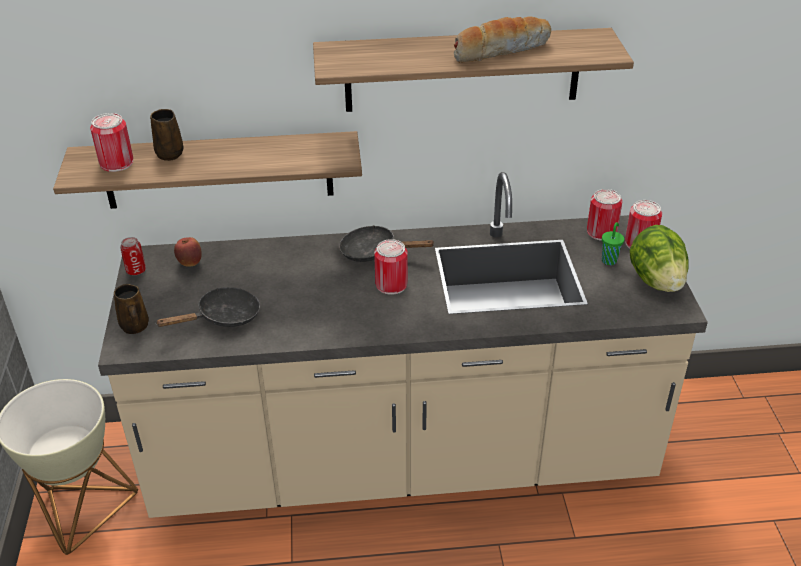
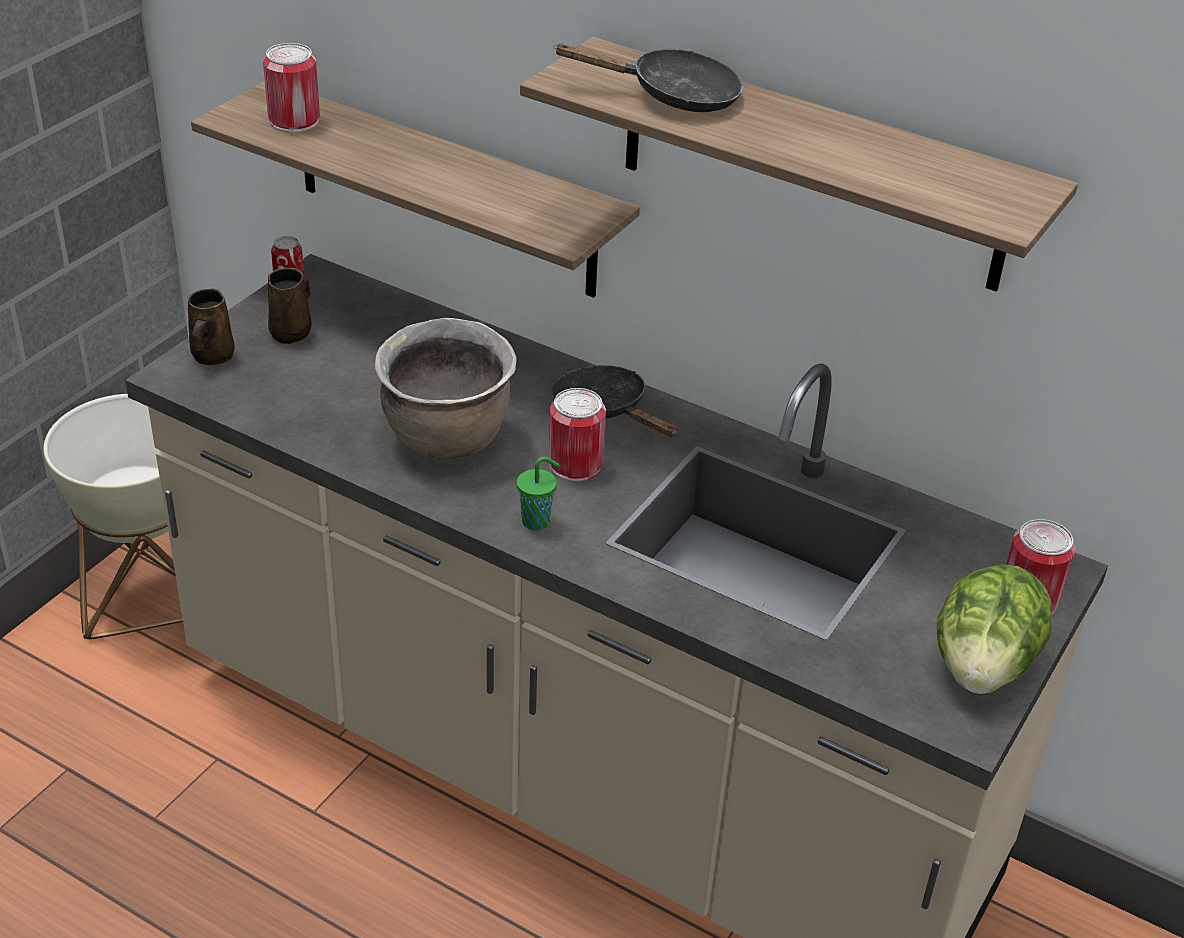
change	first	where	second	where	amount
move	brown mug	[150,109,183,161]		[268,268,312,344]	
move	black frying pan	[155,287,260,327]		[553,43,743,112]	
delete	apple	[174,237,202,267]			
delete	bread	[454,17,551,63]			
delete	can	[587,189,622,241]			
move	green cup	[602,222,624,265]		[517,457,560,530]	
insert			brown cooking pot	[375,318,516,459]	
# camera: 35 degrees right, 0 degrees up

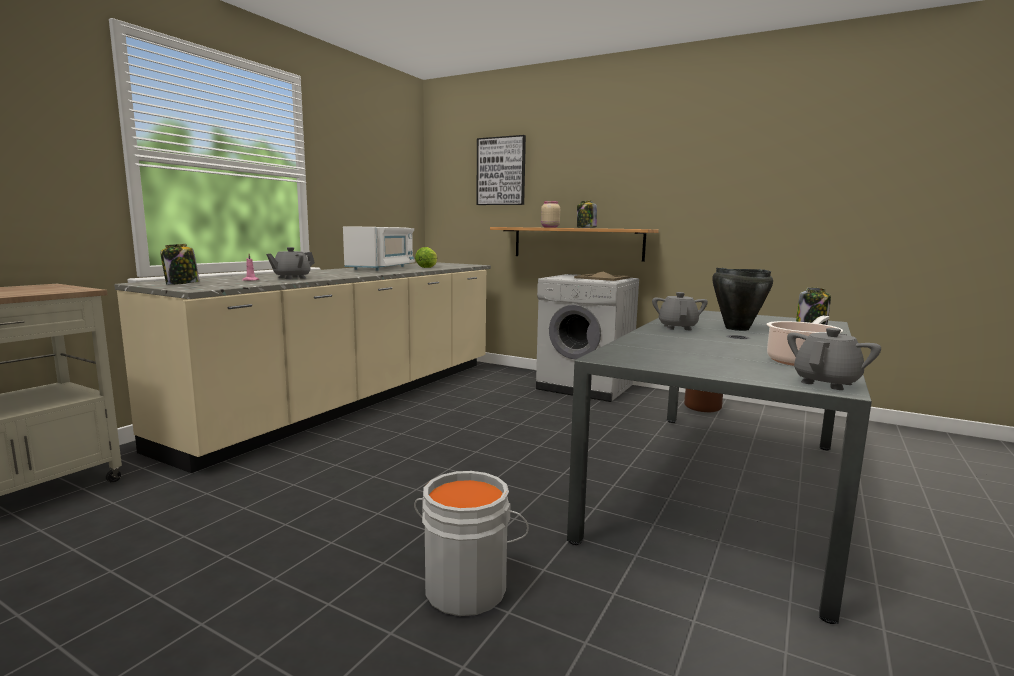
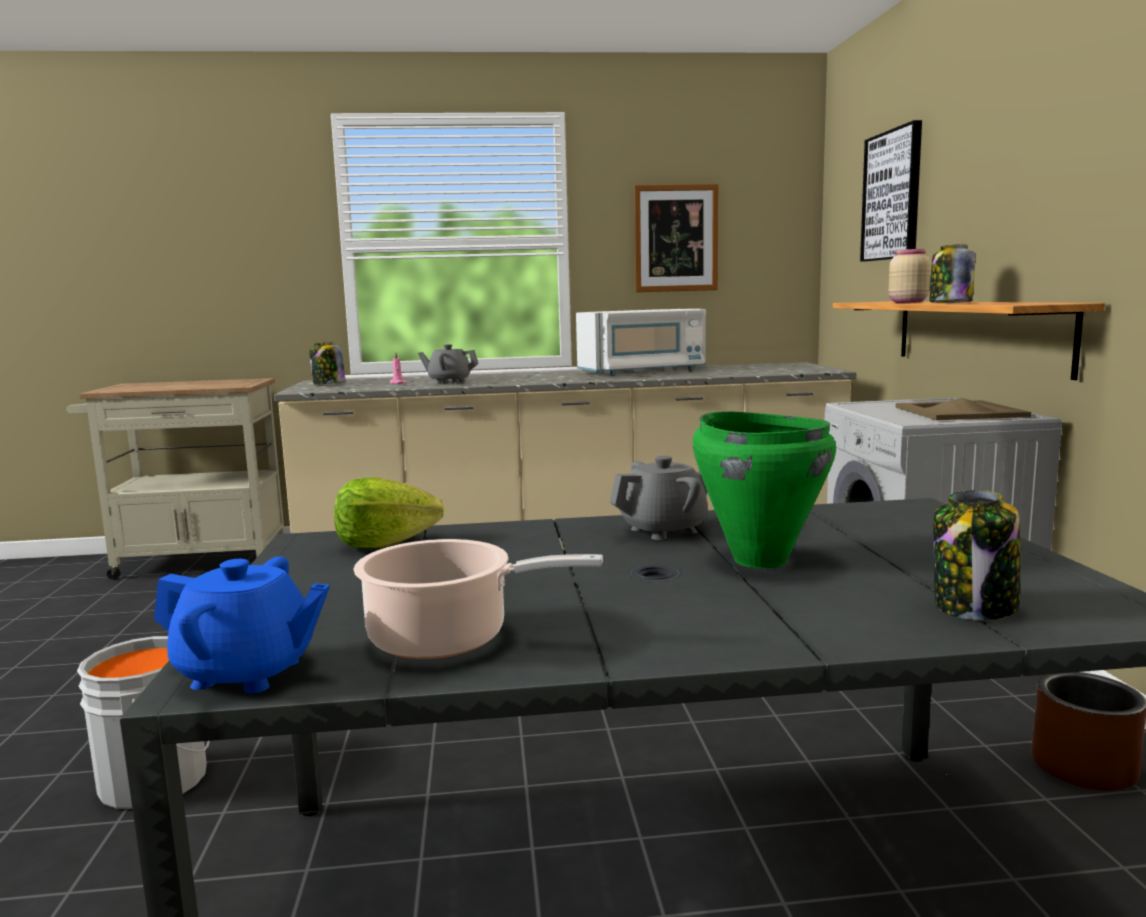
change	first	where	second	where	amount
move	lettuce	[415,247,437,268]		[334,477,445,548]	
recolor	black cooking pot	[712,268,773,331]	green cooking pot	[692,411,836,568]	
recolor	grey teapot	[787,328,881,390]	blue teapot	[154,556,330,694]	
insert			picture	[634,184,718,292]	
# camera: 55 degrees right, 0 degrees up

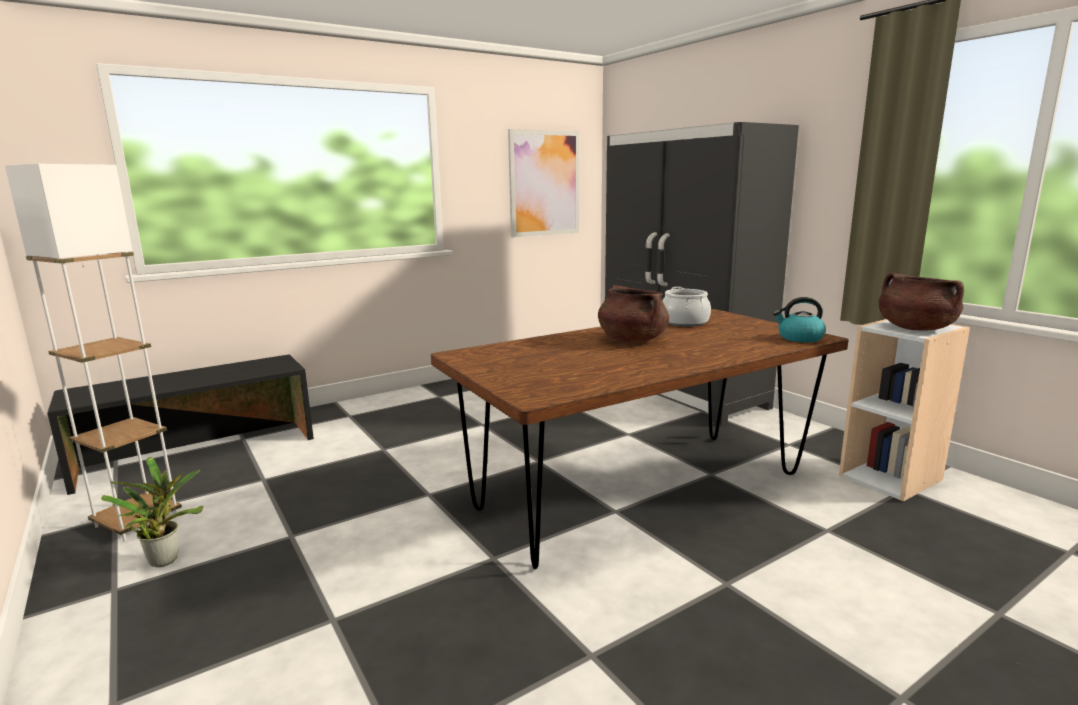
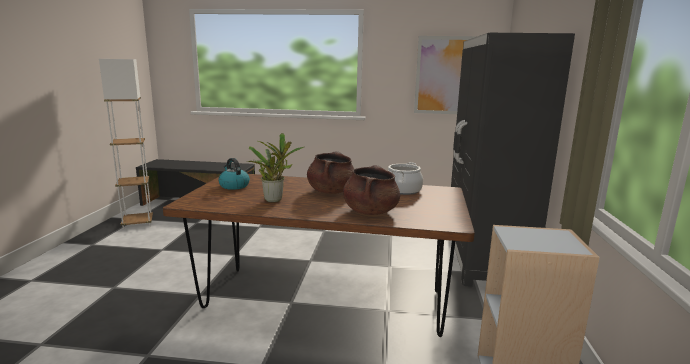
change	first	where	second	where	amount
move	potted plant	[101,457,203,567]		[247,133,304,202]	
move	kettle	[773,297,826,342]		[219,158,250,190]	
move	brown cooking pot	[879,273,964,330]		[343,165,400,215]	
# camera: 40 degrees right, 0 degrees up

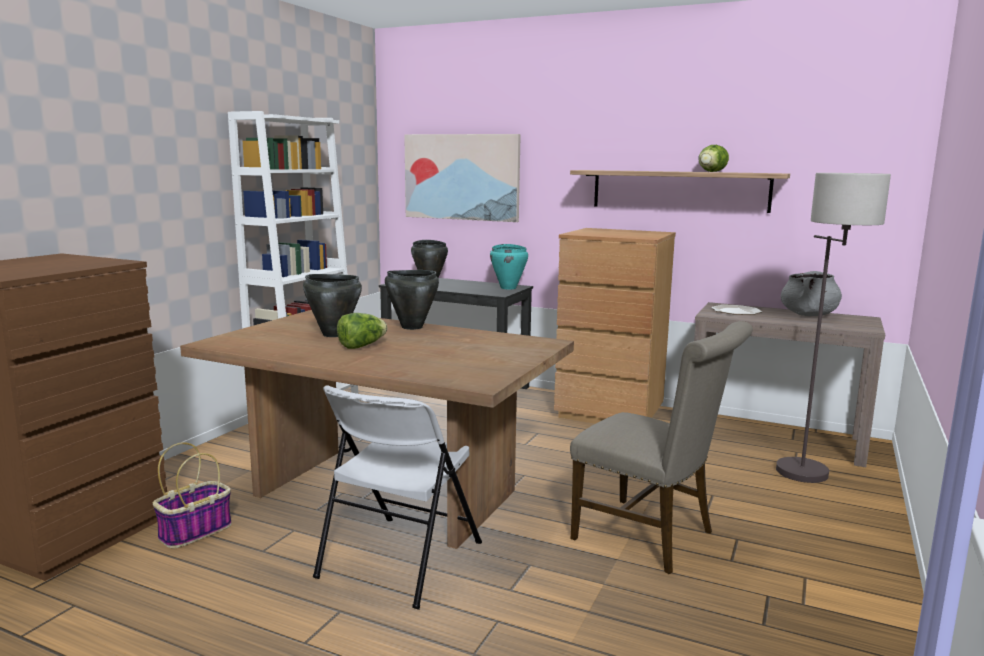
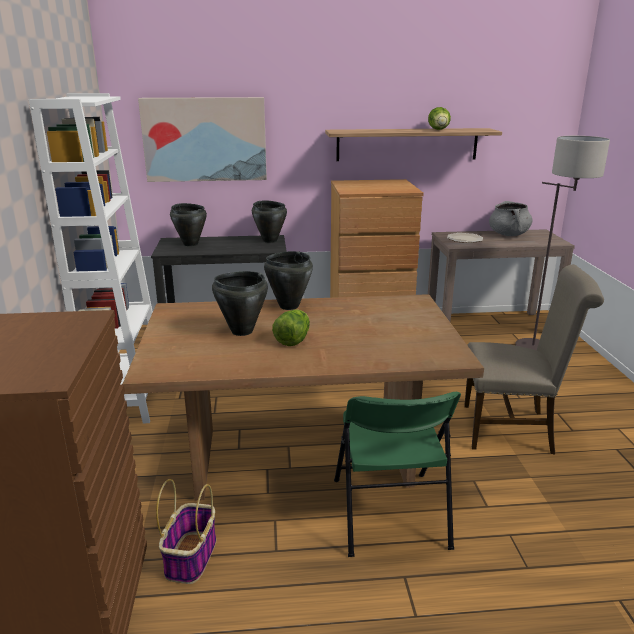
change	first	where	second	where	amount
recolor	white chair	[313,385,482,610]	green chair	[334,392,461,557]	
recolor	turquoise cooking pot	[490,244,528,289]	black cooking pot	[252,200,287,243]	
# camera: 30 degrees left, 10 degrees up

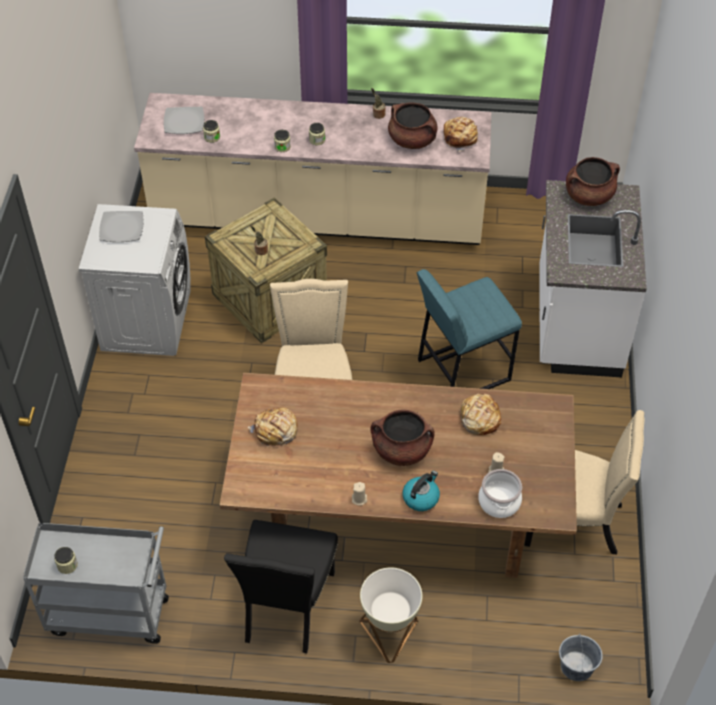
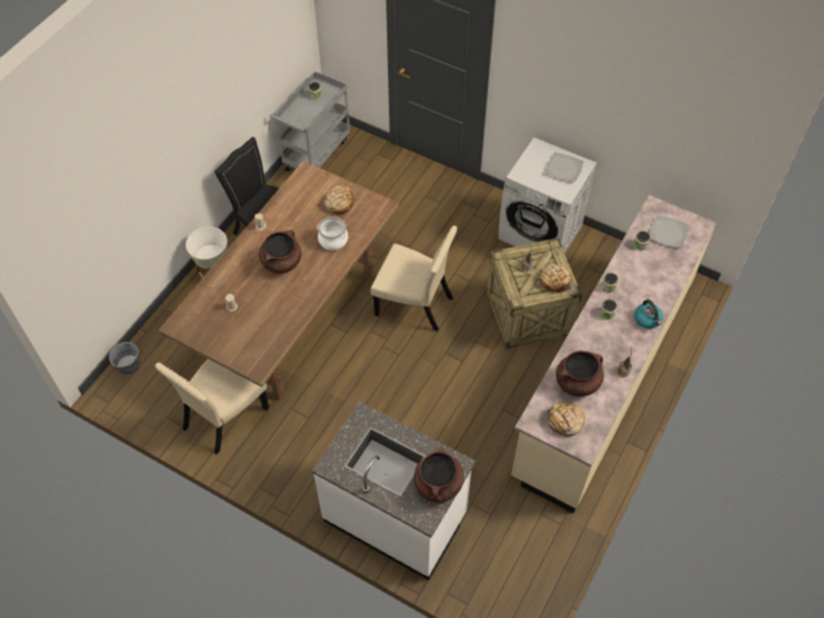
change	first	where	second	where	amount
move	kettle	[403,471,440,511]		[634,299,663,329]	
delete	blue stool	[417,269,522,389]			
move	bread	[459,393,501,435]		[540,264,574,293]	
move	cooking pot	[478,469,522,518]		[317,216,348,250]	
# camera: 115 degrees right, 5 degrees up

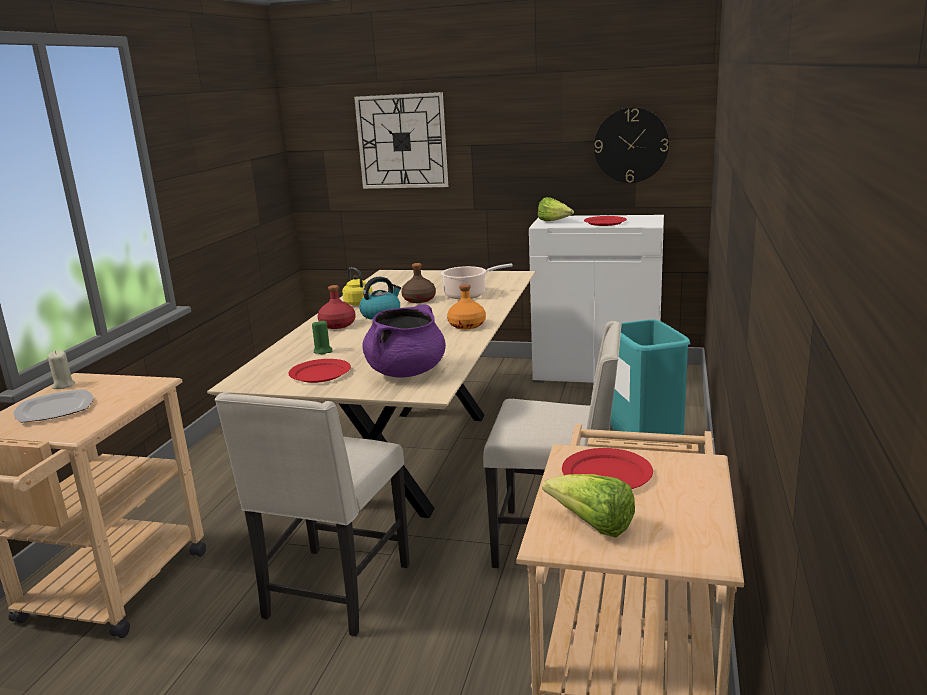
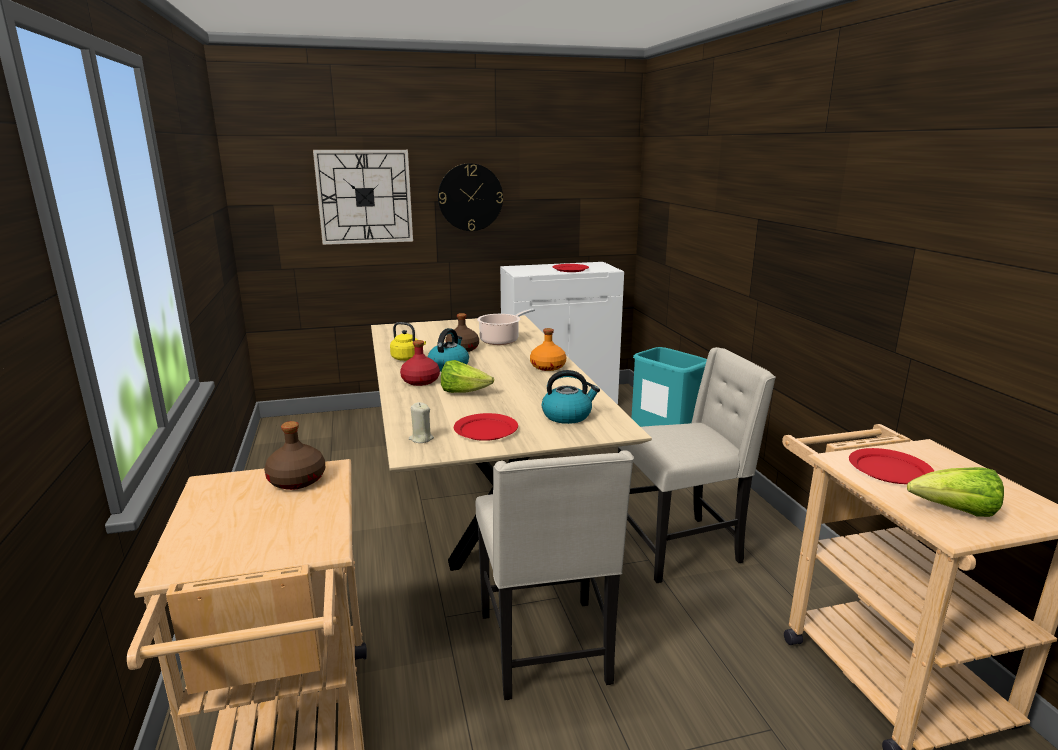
change	first	where	second	where	amount
delete	plate	[13,389,93,423]			
move	beige candle	[47,350,75,389]		[409,402,434,443]	
delete	green candle	[312,320,332,354]			
replace	purple cooking pot	[362,304,446,377]	kettle	[542,370,600,424]	
move	lettuce	[538,197,574,221]		[441,360,494,393]	
move	wall clock	[594,107,669,183]		[438,163,503,231]	
insert			brown bottle	[264,421,325,490]	
# camera: 30 degrees left, 0 degrees up

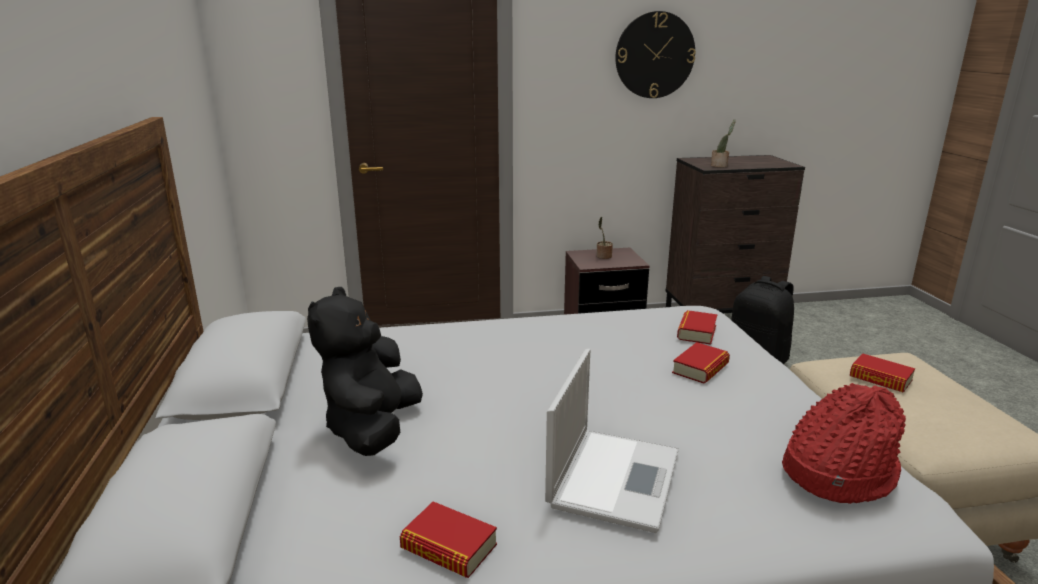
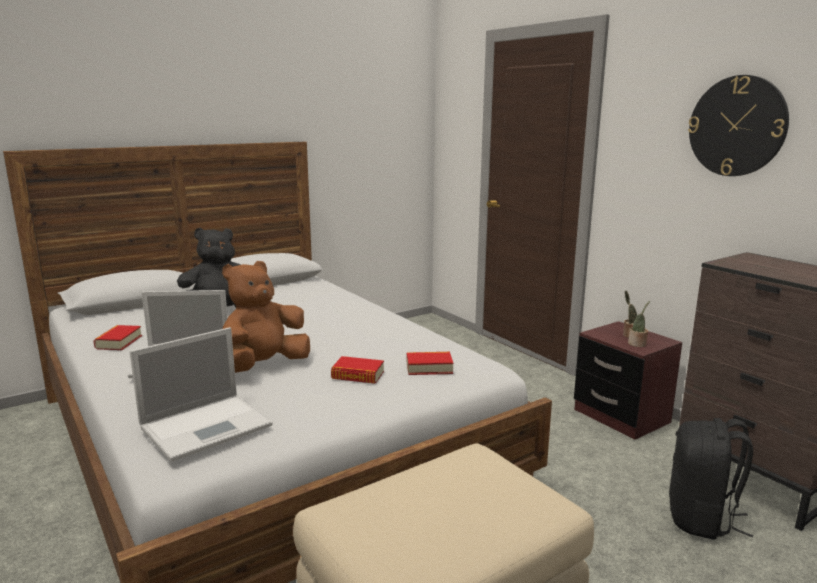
change	first	where	second	where	amount
move	potted plant	[711,119,736,167]		[628,301,650,347]	
replace	red hat	[782,383,906,504]	laptop	[130,327,273,462]	
delete	book	[850,353,915,393]			
insert			brown plush toy	[222,261,310,373]	
# camera: 65 degrees right, 5 degrees down

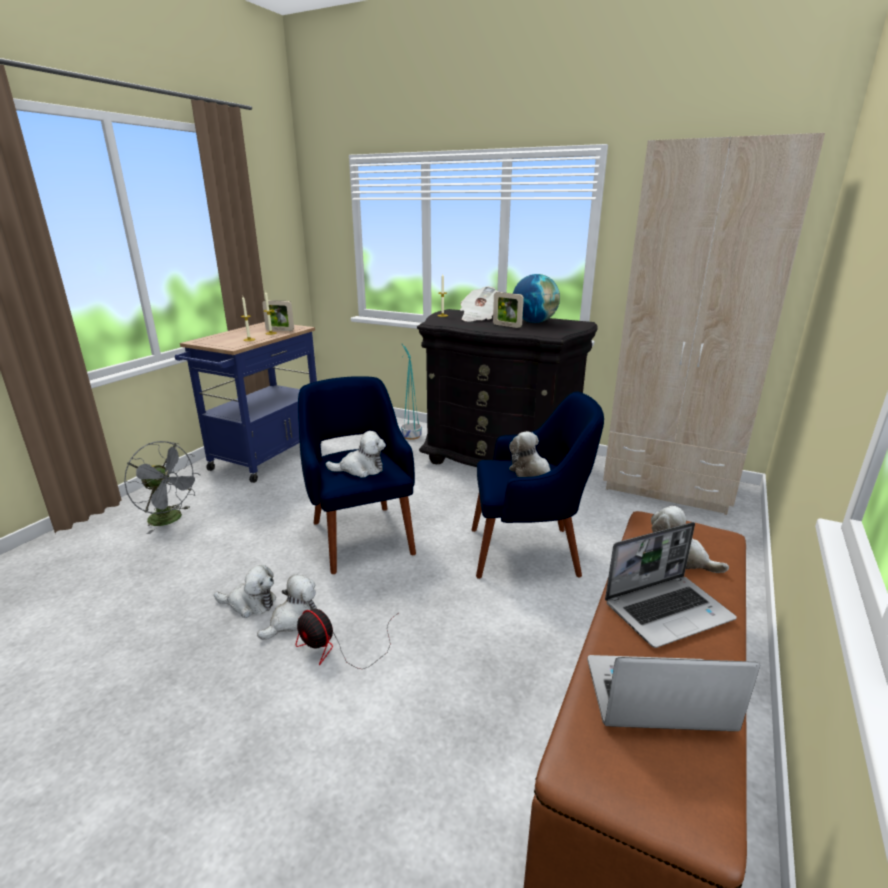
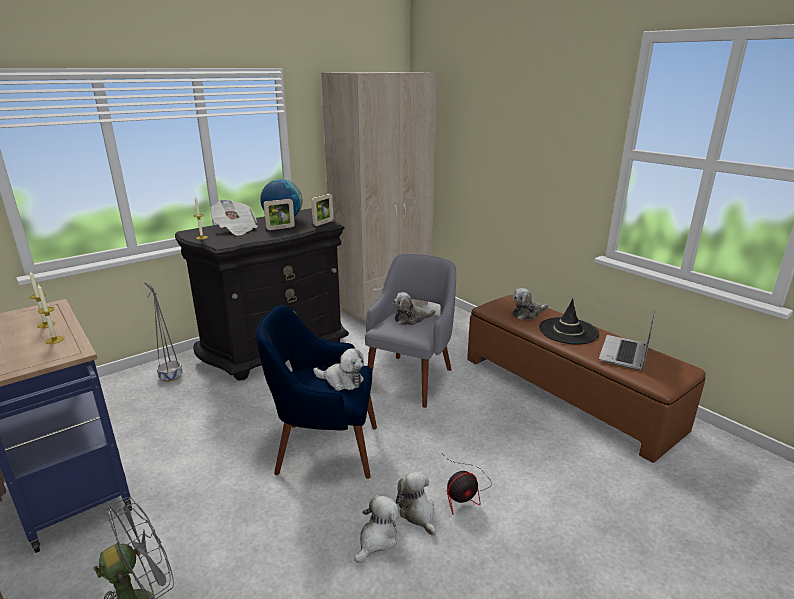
change	first	where	second	where	amount
move	picture frame	[262,300,294,331]		[311,194,333,226]	
rotate	plush toy	[326,431,386,478]		[313,348,364,391]	90 degrees clockwise
recolor	turquoise planter	[401,344,422,440]	grey planter	[144,283,183,382]	
recolor	blue armchair	[472,392,604,579]	grey armchair	[365,254,456,408]	
replace	laptop	[605,522,737,648]	black hat	[539,298,599,345]	
# camera: 65 degrees left, 0 degrees up

